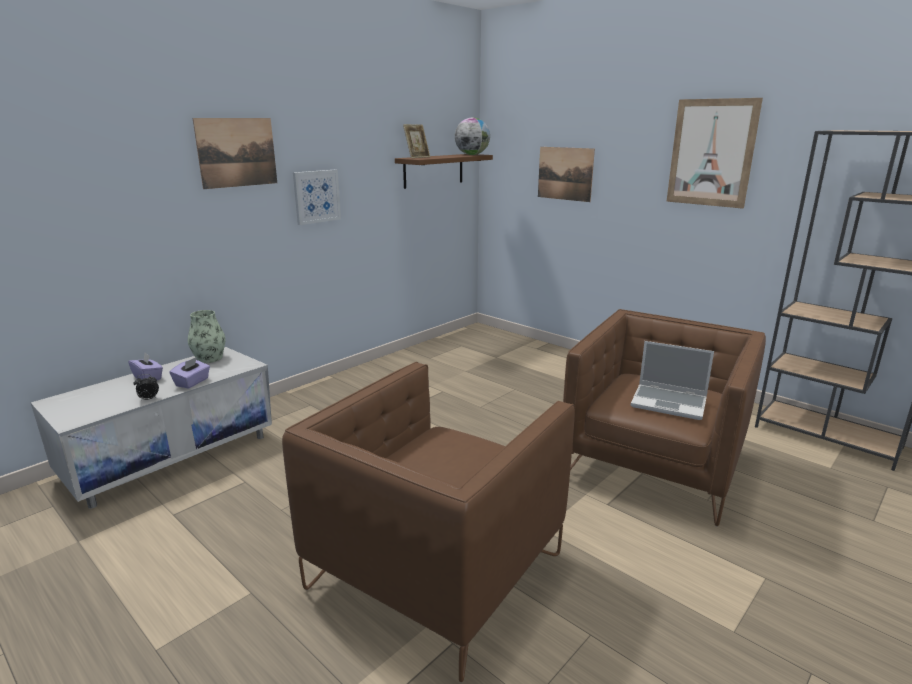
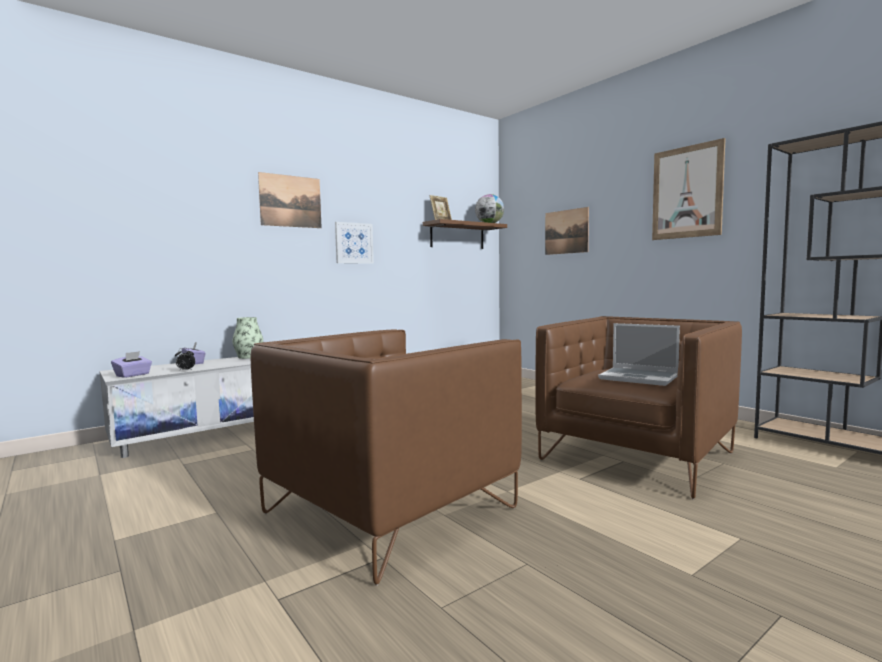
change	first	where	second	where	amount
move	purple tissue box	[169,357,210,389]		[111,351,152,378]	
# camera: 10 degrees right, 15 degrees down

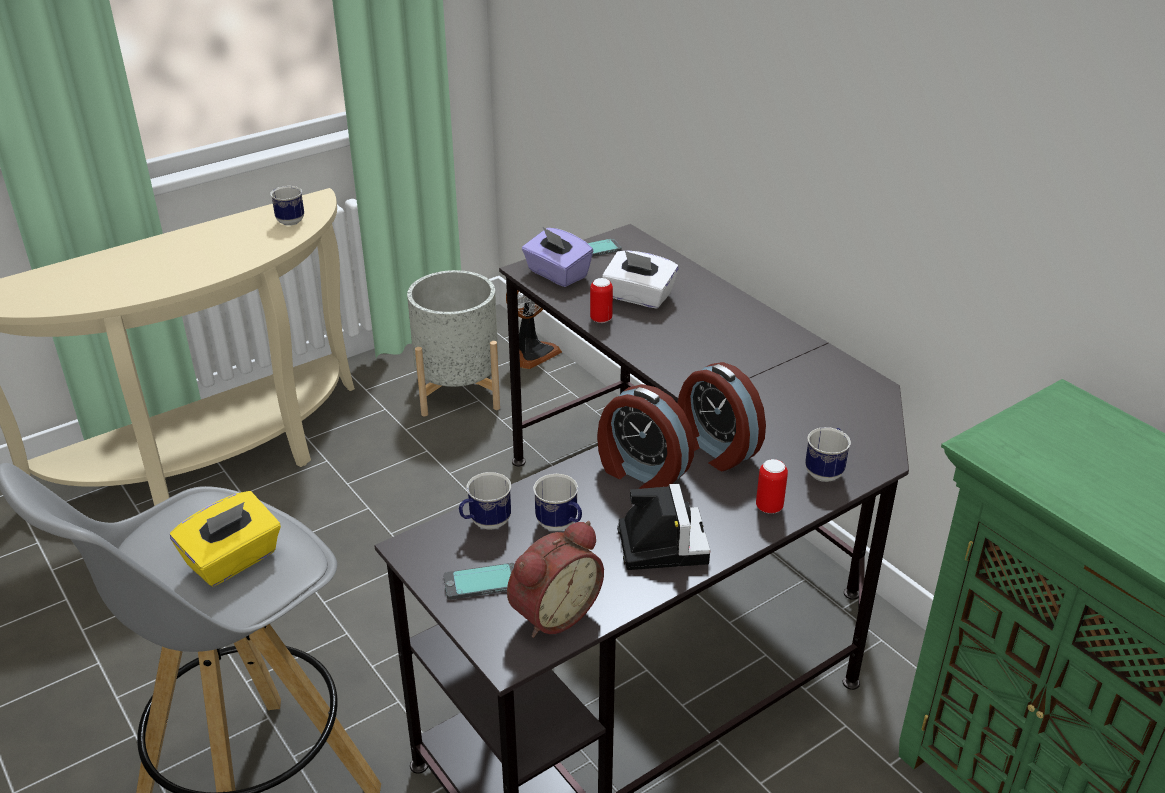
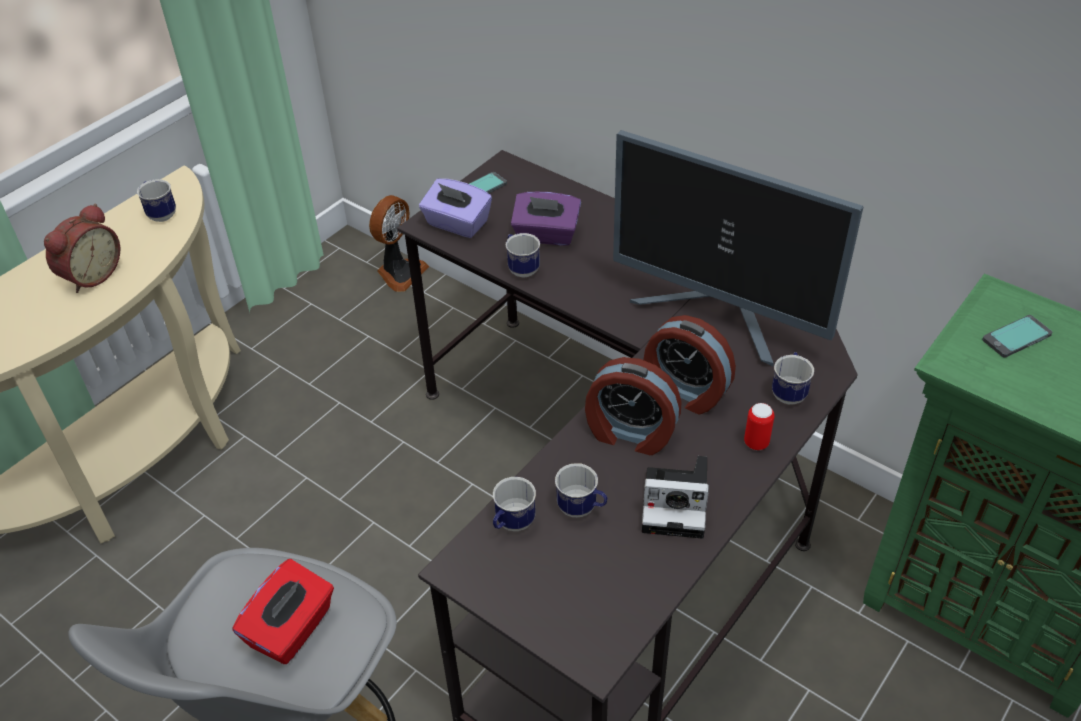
change	first	where	second	where	amount
recolor	yellow tissue box	[170,491,281,587]	red tissue box	[232,559,334,664]	
delete	grey planter	[407,270,500,416]			
move	phone	[443,563,514,600]		[982,315,1052,358]	
move	alarm clock	[507,521,604,638]		[44,204,120,293]	
replace	can	[590,278,613,323]	mug	[506,233,540,277]	
recolor	white tissue box	[602,250,679,309]	purple tissue box	[511,192,581,245]	
rotate	photo camera	[617,484,710,570]		[642,456,709,539]	120 degrees clockwise
insert			monitor	[613,130,863,367]	
# camera: 15 degrees left, 10 degrees up

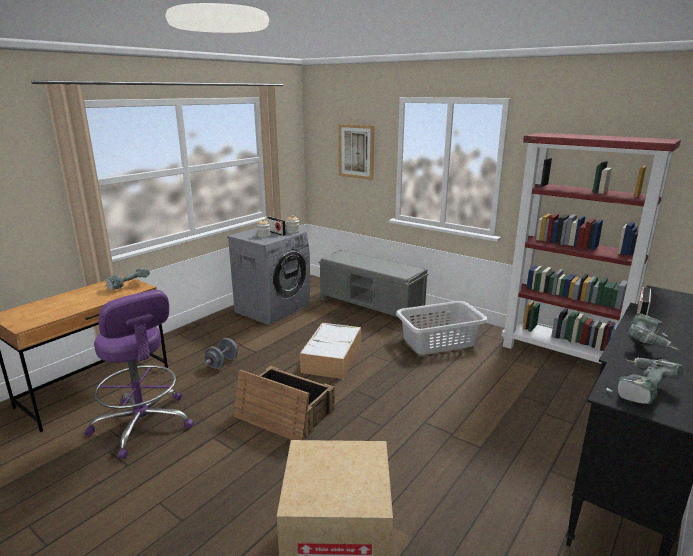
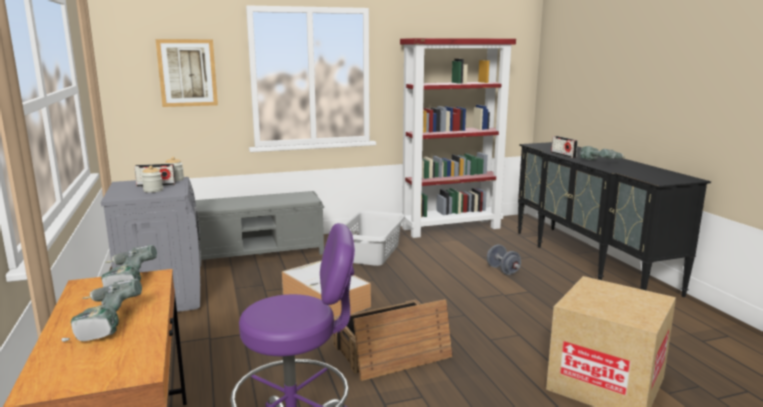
change	first	where	second	where	amount
move	grey dumbbell	[204,338,238,369]		[487,244,521,275]	
move	power drill	[606,357,683,404]		[62,279,142,342]	
# camera: 55 degrees left, 5 degrees down

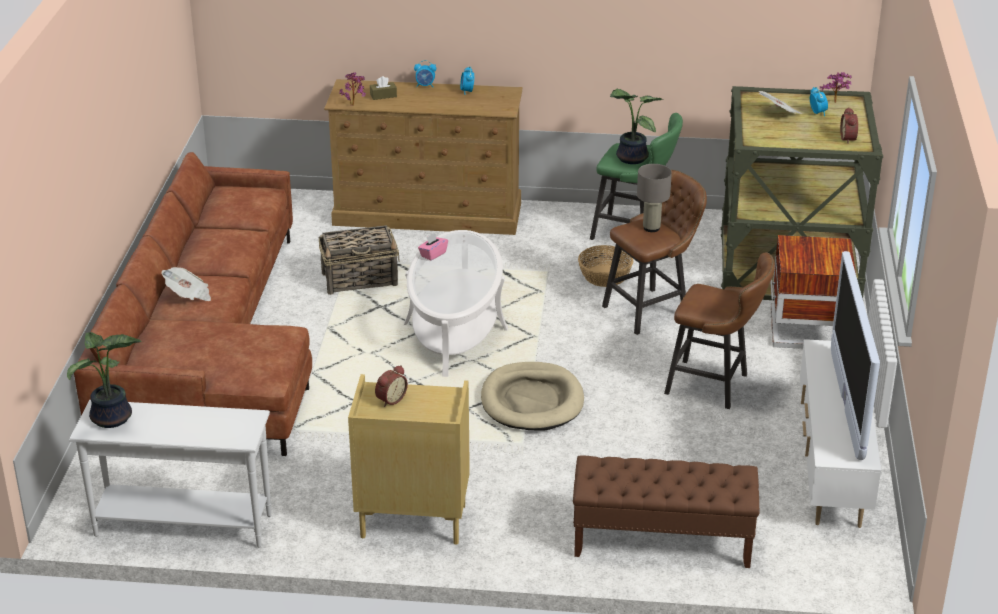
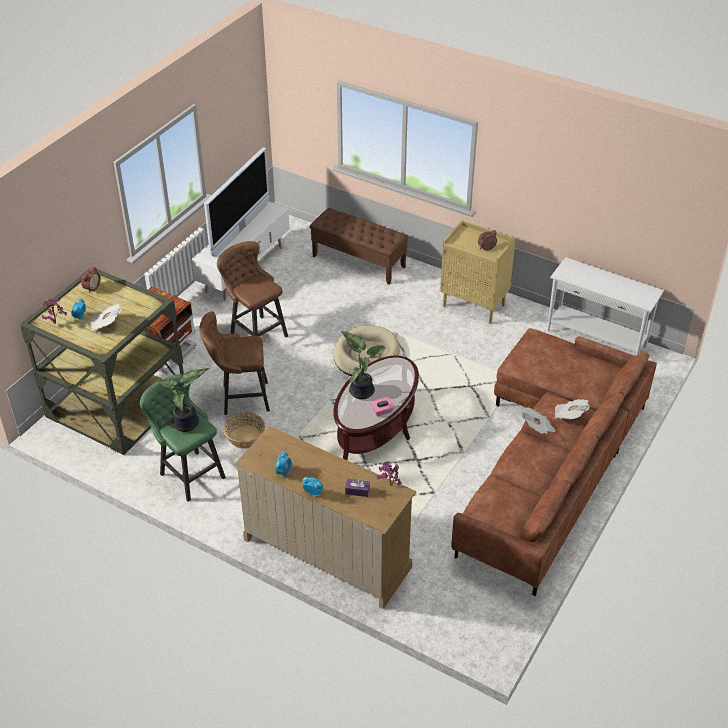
change	first	where	second	where	amount
move	potted plant	[67,332,141,428]		[341,331,385,399]	
delete	basket	[319,225,400,295]			
recolor	brown tissue box	[370,76,397,100]	purple tissue box	[345,479,370,497]	
recolor	white coffee table	[404,230,508,377]	brown coffee table	[333,356,419,460]	
delete	grey table lamp	[637,164,672,232]			
insert			newspaper	[521,407,556,434]	
# camera: 155 degrees left, 10 degrees up

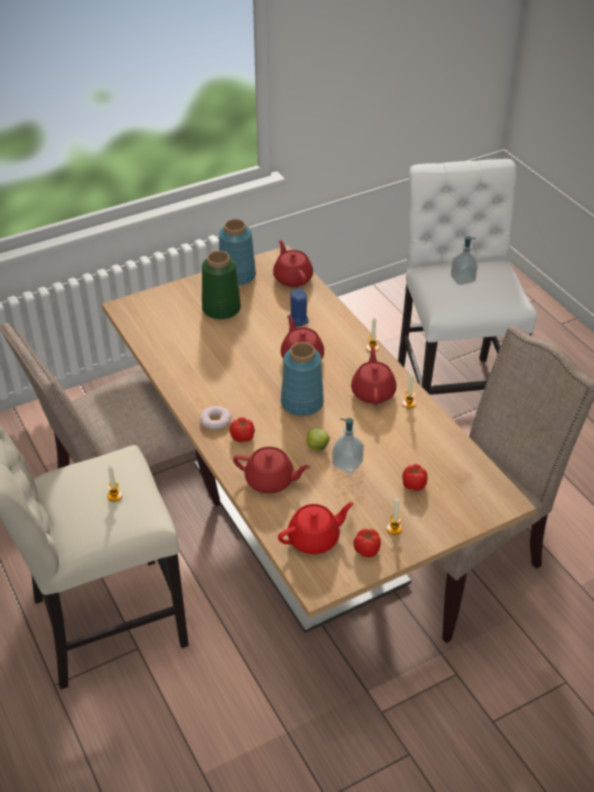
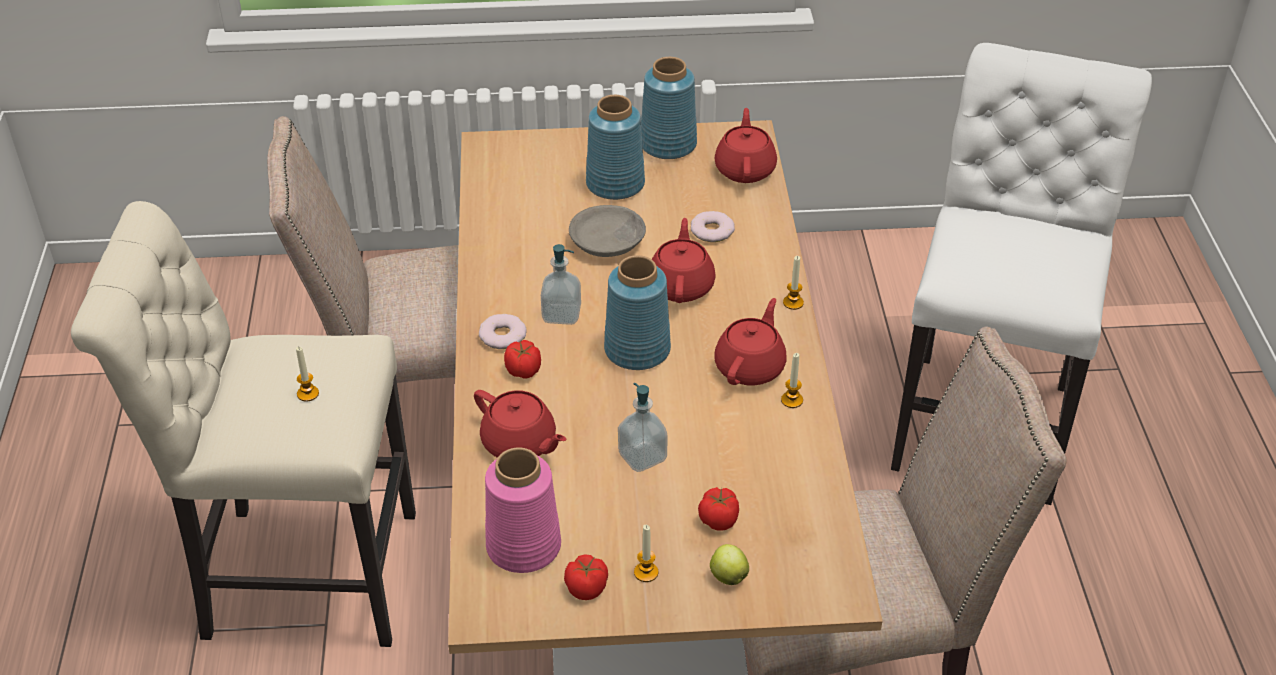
change	first	where	second	where	amount
recolor	green vase	[202,251,241,319]	blue vase	[586,95,645,200]	
replace	red teapot	[278,502,354,554]	pink vase	[485,447,561,573]	
replace	blue candle	[287,289,309,327]	donut	[691,211,735,242]	
move	apple	[306,428,330,450]		[710,544,749,585]	
move	soap dispenser	[451,236,478,285]		[541,244,581,325]	
insert			grey bowl	[569,205,646,257]	
# camera: 25 degrees right, 0 degrees up

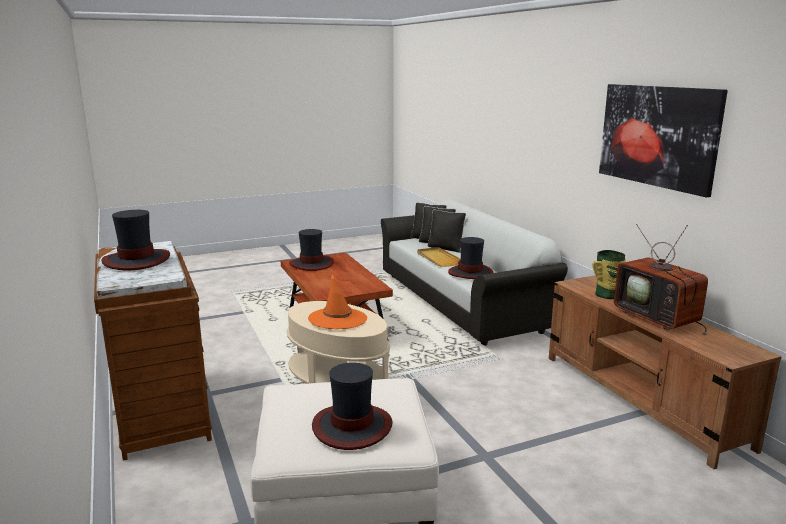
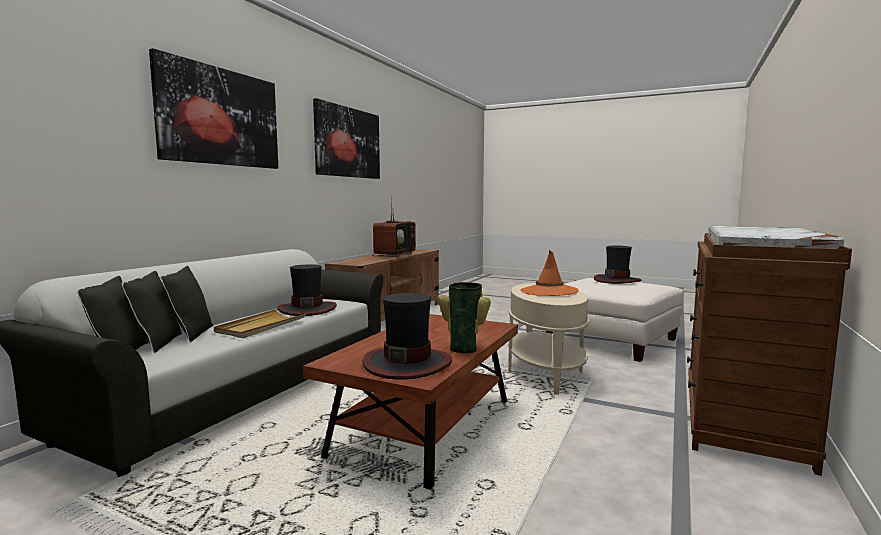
change	first	where	second	where	amount
delete	hat	[101,210,170,270]			
move	vase	[592,250,626,299]		[437,282,491,353]	
insert			picture	[149,48,278,169]	
# camera: 130 degrees left, 10 degrees down

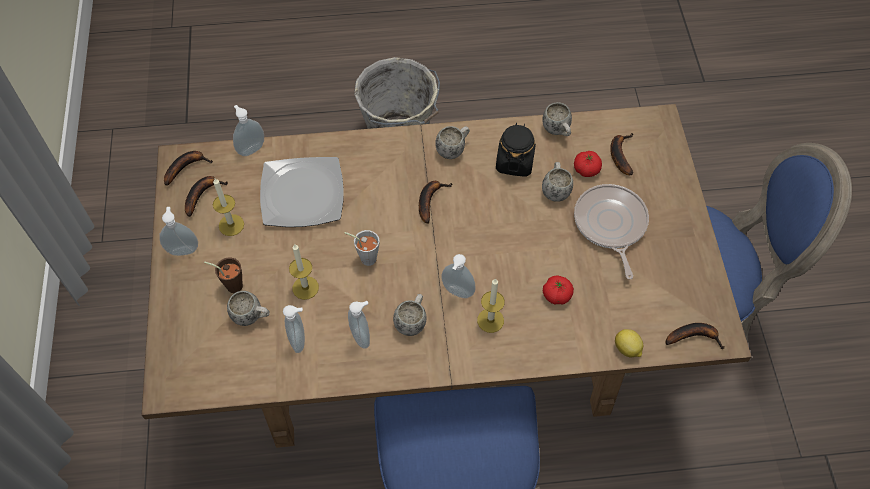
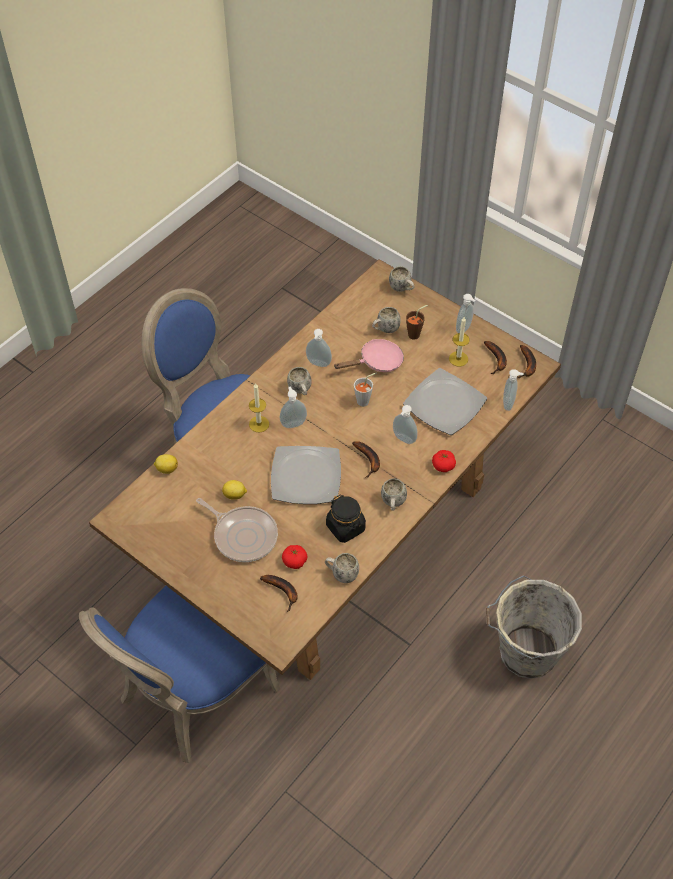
change	first	where	second	where	amount
move	soap dispenser	[283,305,305,353]		[393,405,418,444]	
replace	candle	[289,244,319,300]	pink frying pan	[333,339,404,372]	
move	white mug	[542,162,573,202]		[389,266,415,292]	
move	tomato	[543,275,574,305]		[432,450,456,472]	
delete	banana	[665,323,725,349]			
insert			lemon	[222,480,247,500]	
insert			plate	[271,446,341,504]	
# camera: 135 degrees right, 5 degrees down

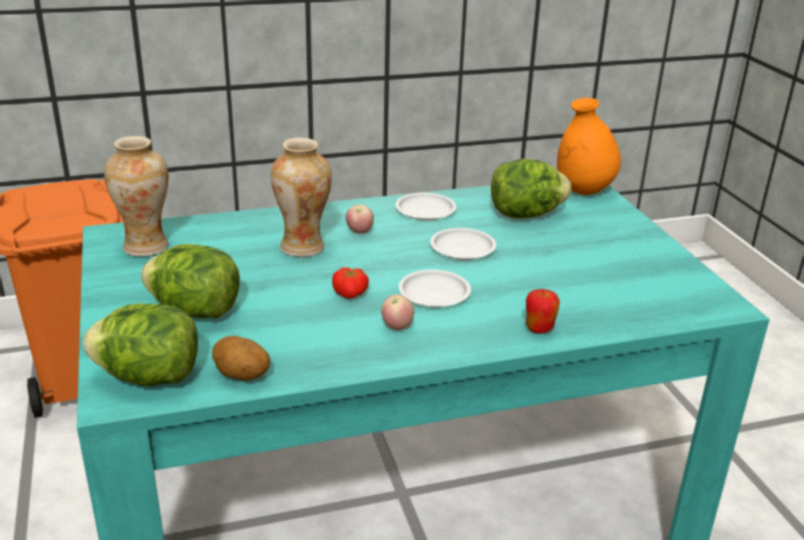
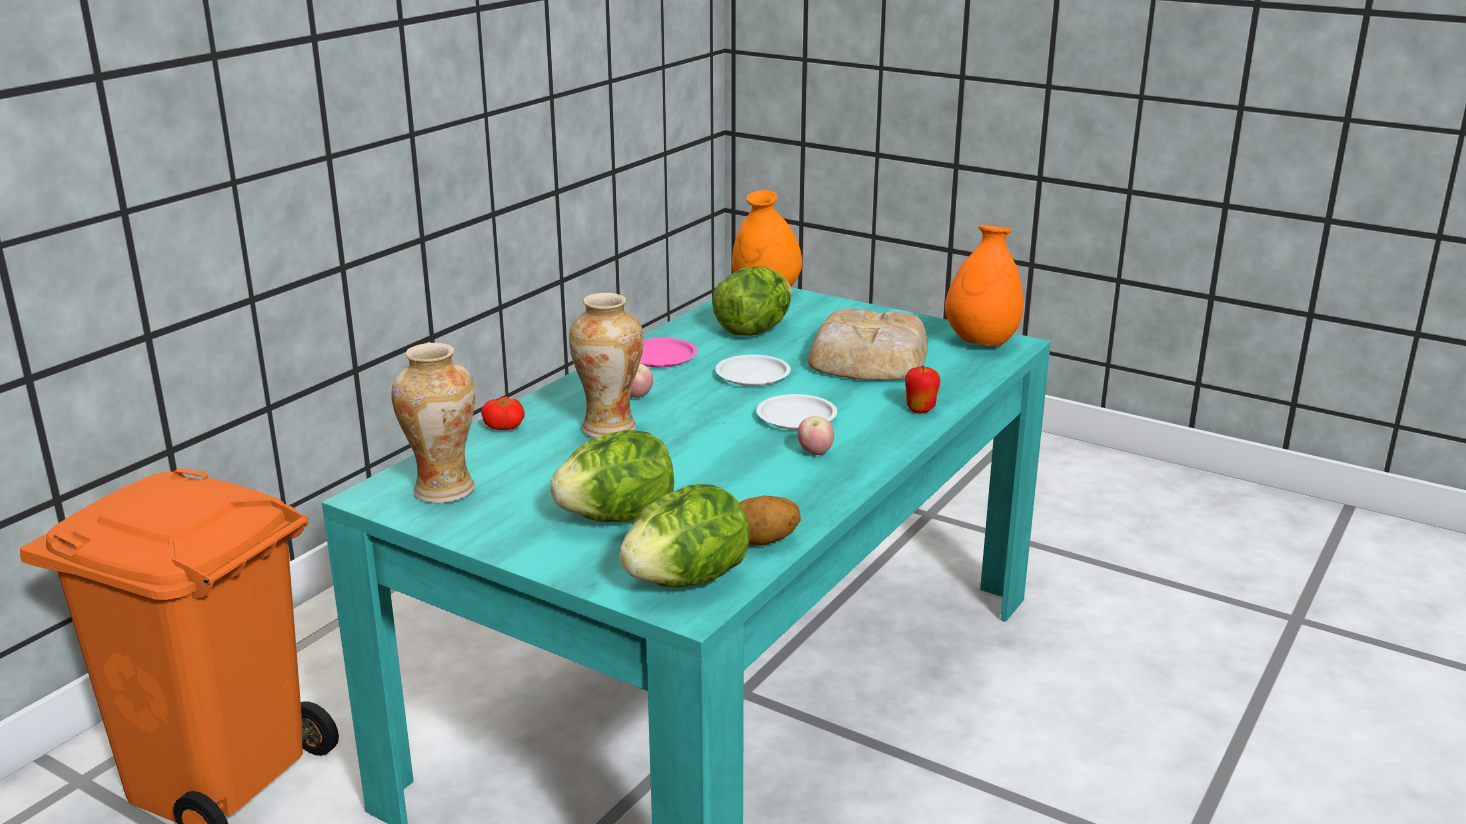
change	first	where	second	where	amount
move	tomato	[332,267,369,299]		[481,396,525,430]	
recolor	white plate	[395,193,456,220]	pink plate	[640,338,697,368]	
insert			bread	[808,308,928,380]	
insert			orange vase	[945,225,1023,346]	
# camera: 40 degrees left, 5 degrees down

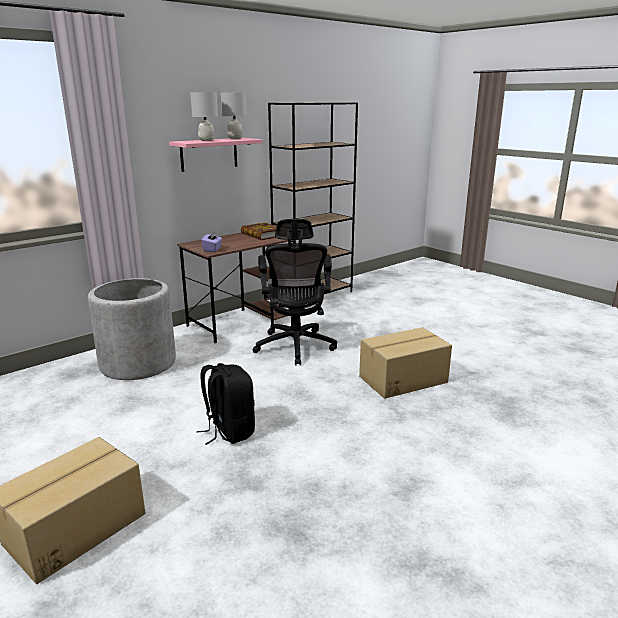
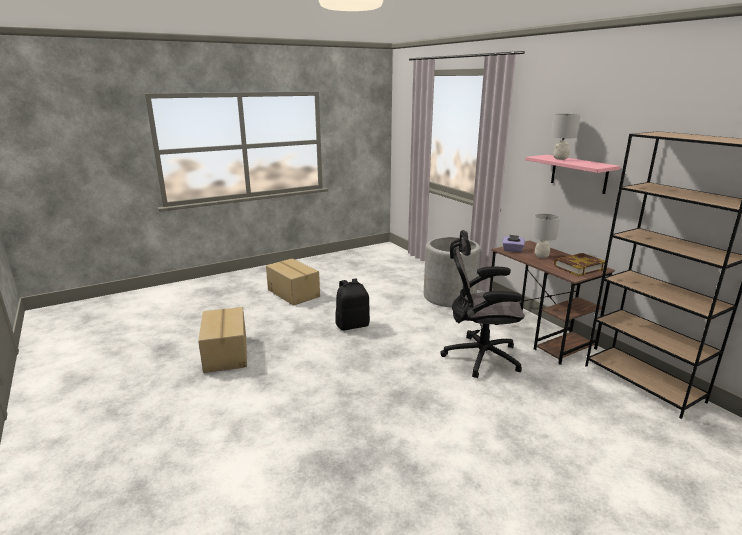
change	first	where	second	where	amount
move	grey table lamp	[221,92,247,139]		[532,214,560,258]	
move	cardboard box	[359,327,452,399]		[198,307,247,373]	
# camera: 100 degrees right, 0 degrees up

